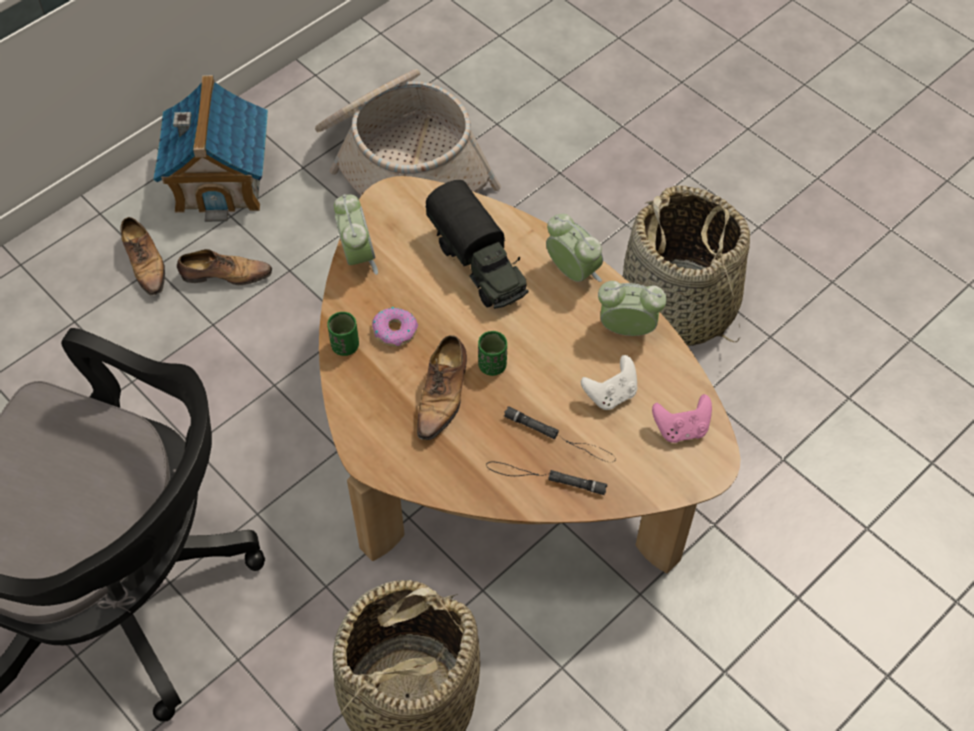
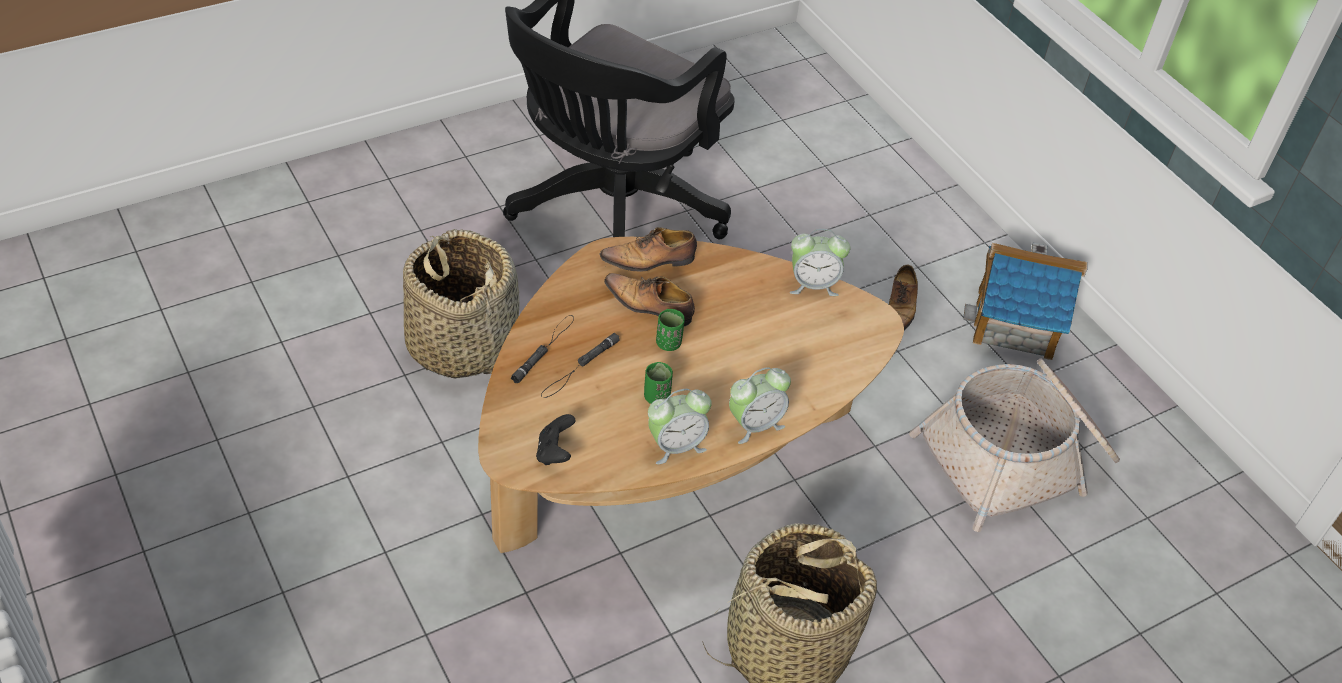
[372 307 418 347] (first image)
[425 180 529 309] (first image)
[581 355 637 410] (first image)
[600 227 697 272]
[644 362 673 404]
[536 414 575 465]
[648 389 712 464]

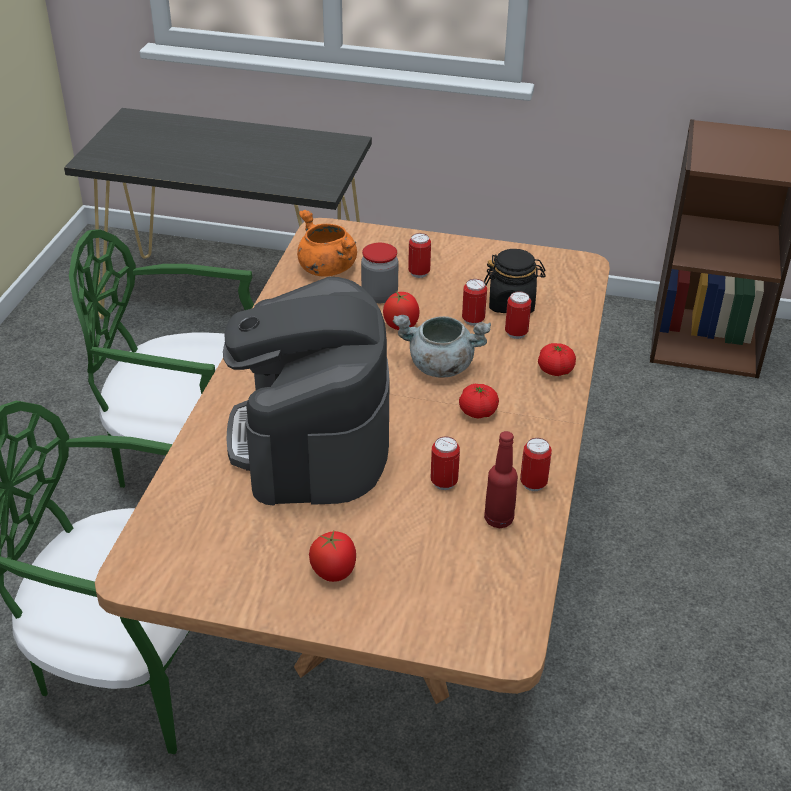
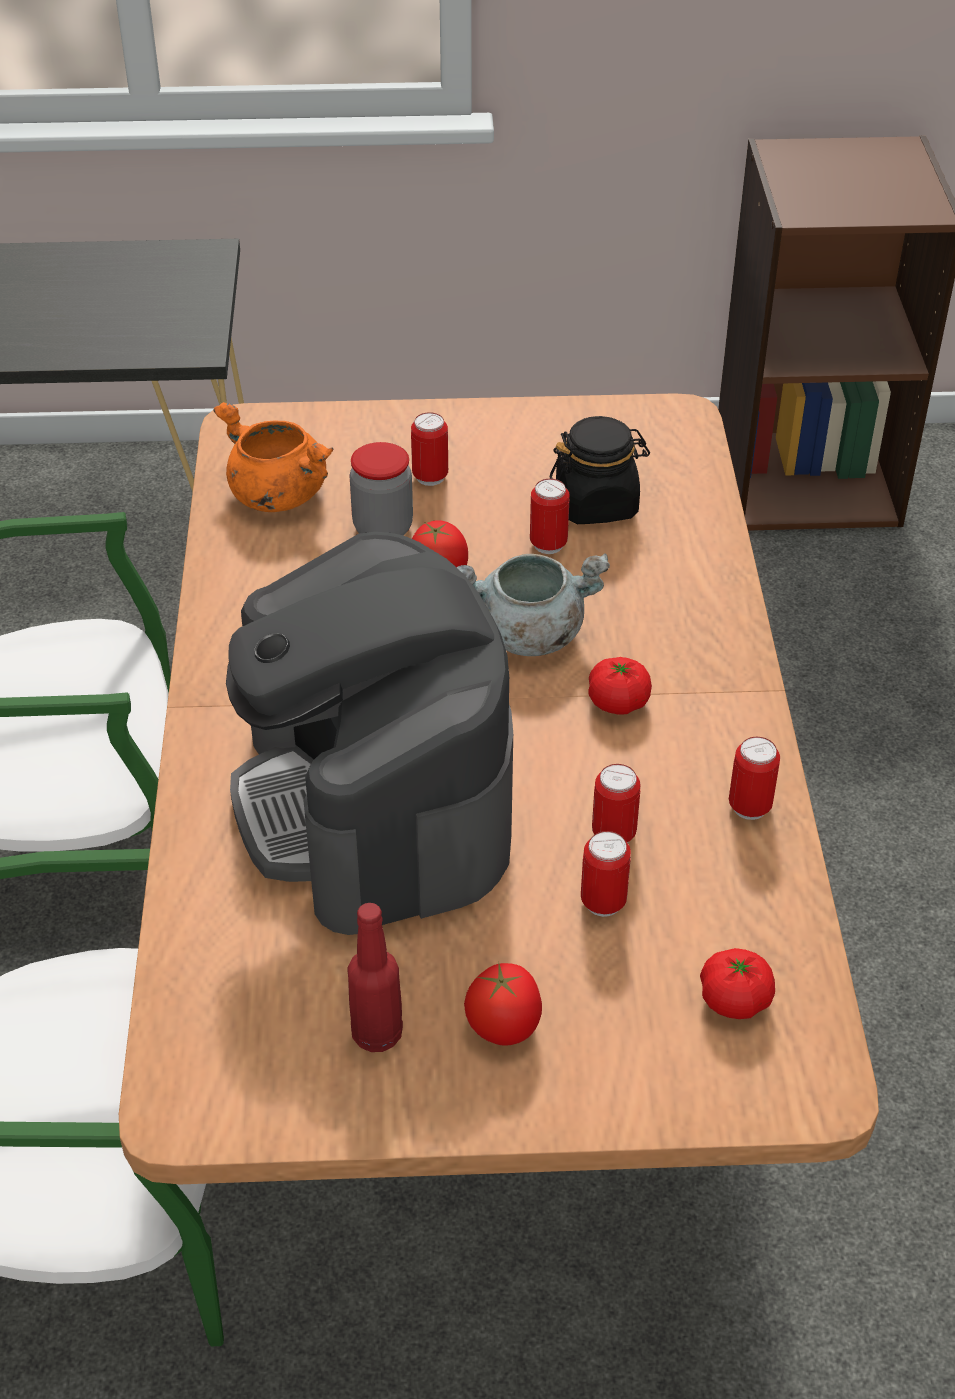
[347 903 403 1052]
[581 831 631 917]
[700 948 775 1019]

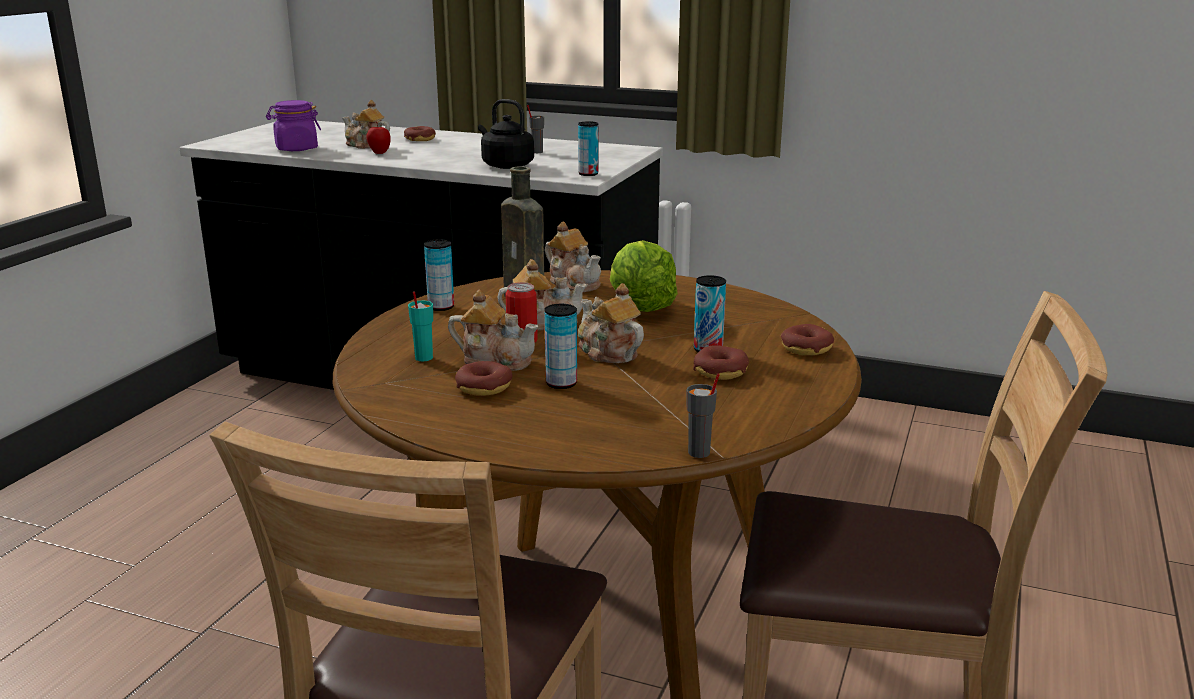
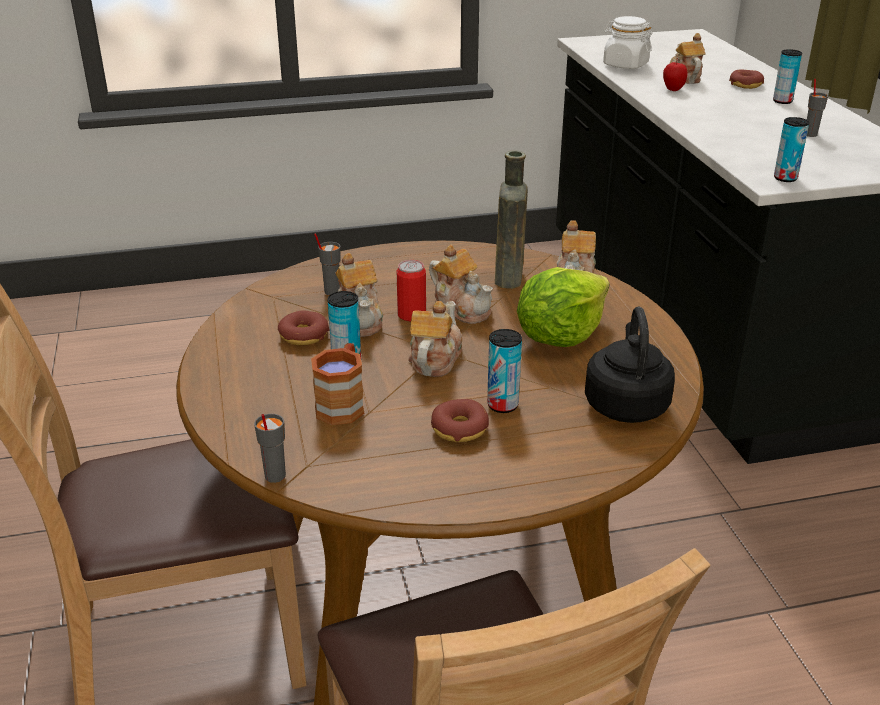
[781 324 834 356] (first image)
[311 343 364 425]
[773 49 802 104]
[585 307 675 423]
[603 16 652 69]
[314 233 341 295]

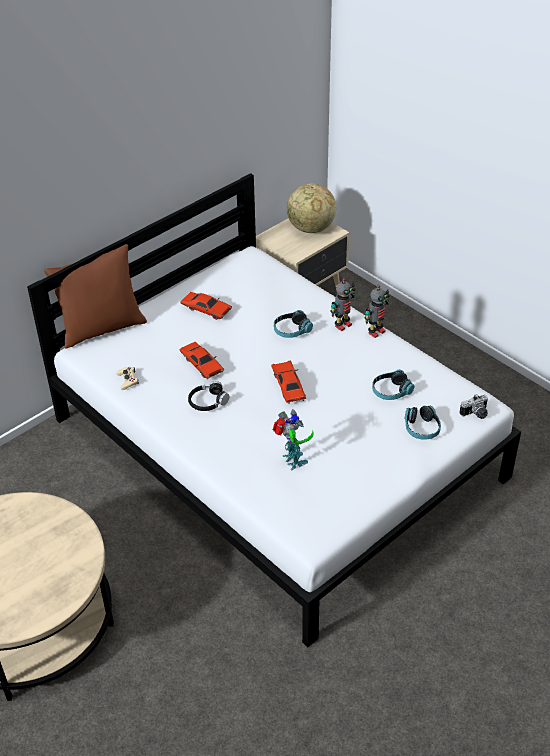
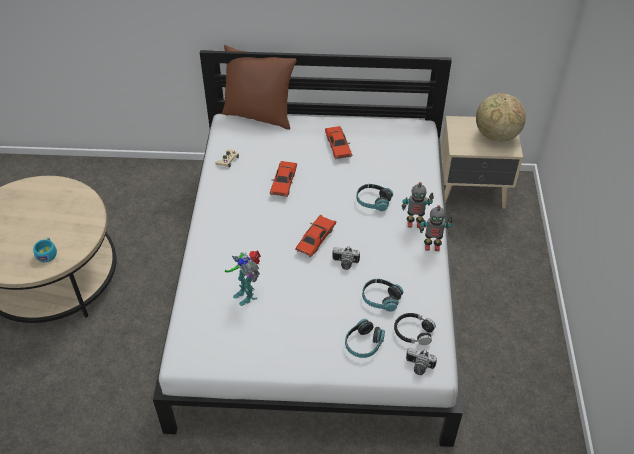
[33 238 57 262]
[333 246 360 270]
[394 313 436 345]
[225 250 261 306]

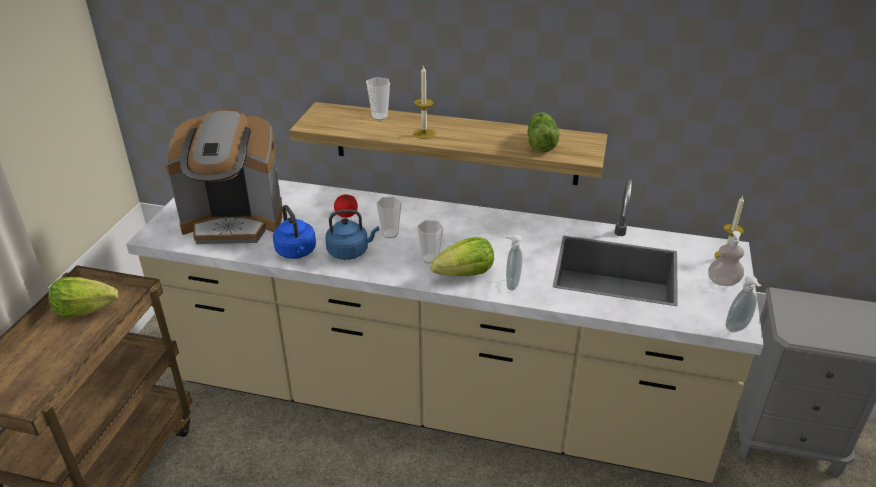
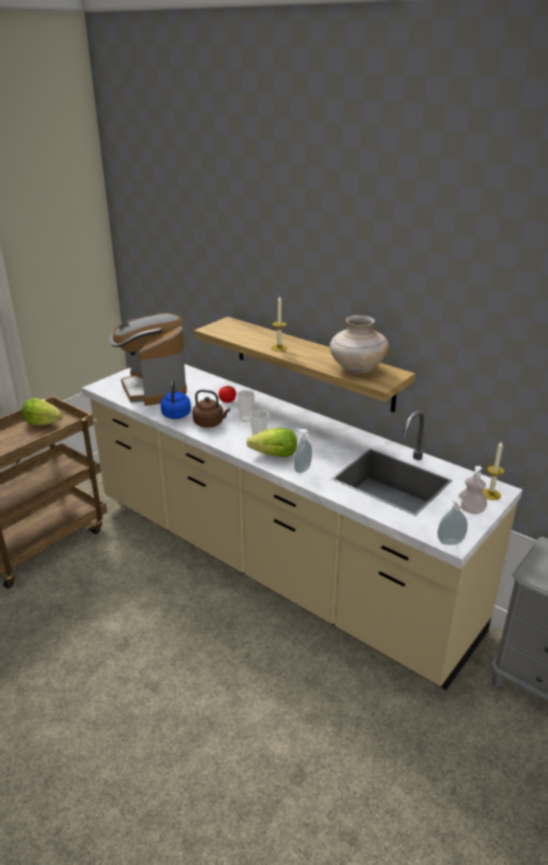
[366 77 390 120] (first image)
[330 315 389 374]
[192 390 230 428]
[109 313 187 406]

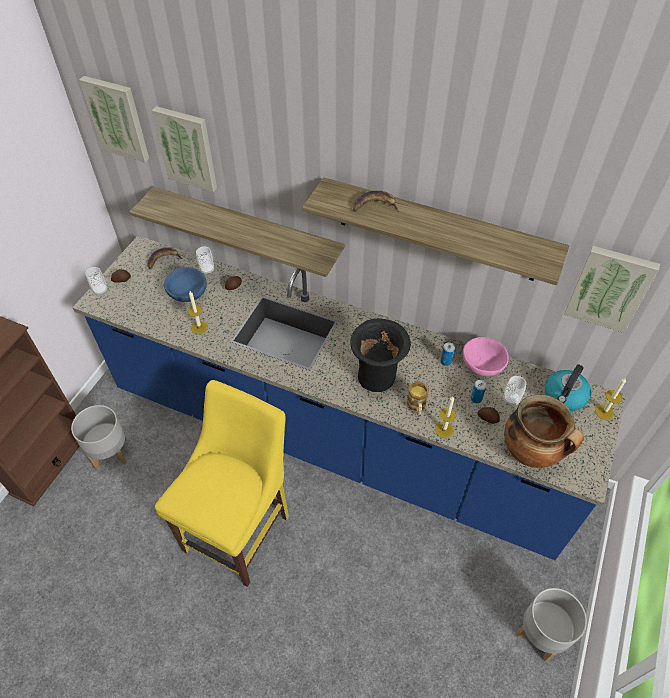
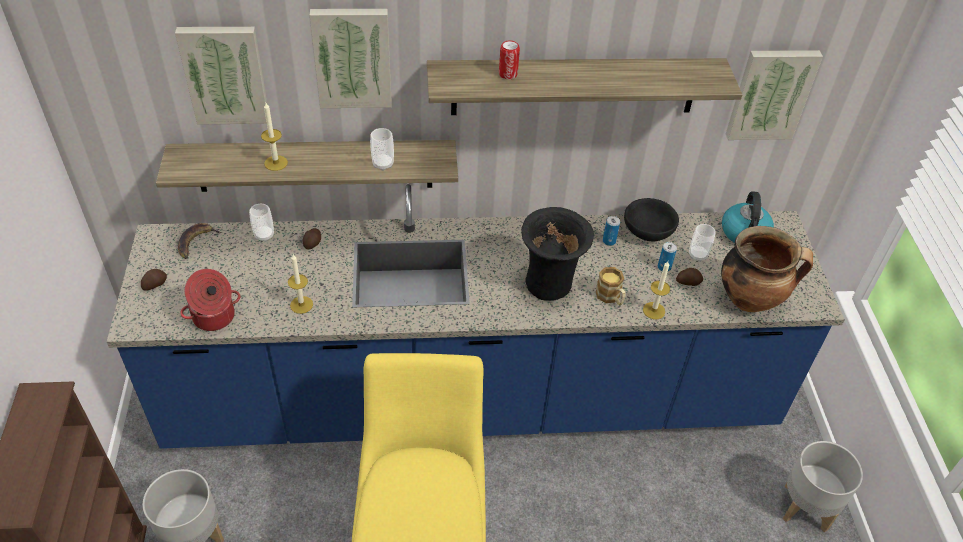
[164 267 207 302] (first image)
[180 269 240 331]
[310 9 392 108]
[370 128 394 171]
[261 103 288 171]
[499 40 520 79]
[624 198 679 241]

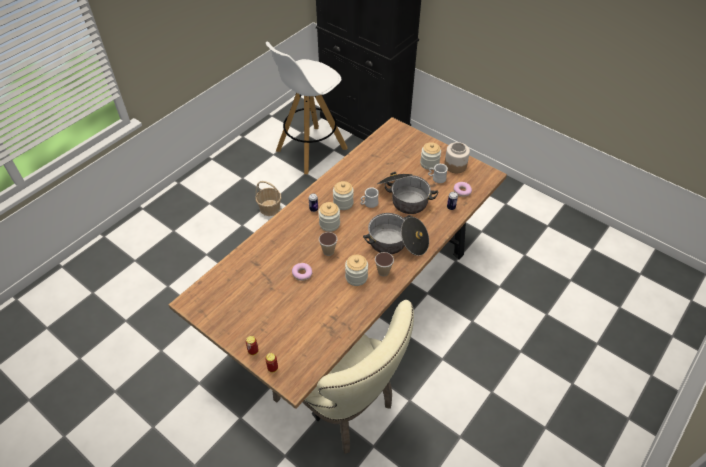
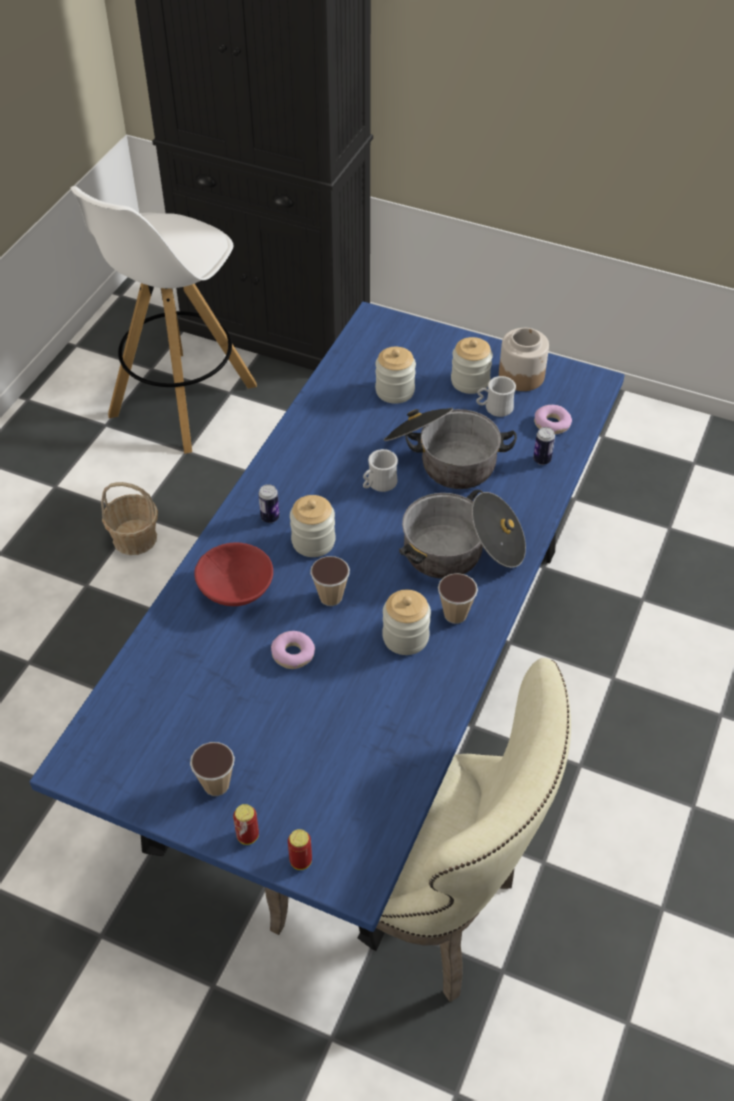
[190 742 235 796]
[194 542 273 606]
[375 347 416 404]
[30 302 624 951]

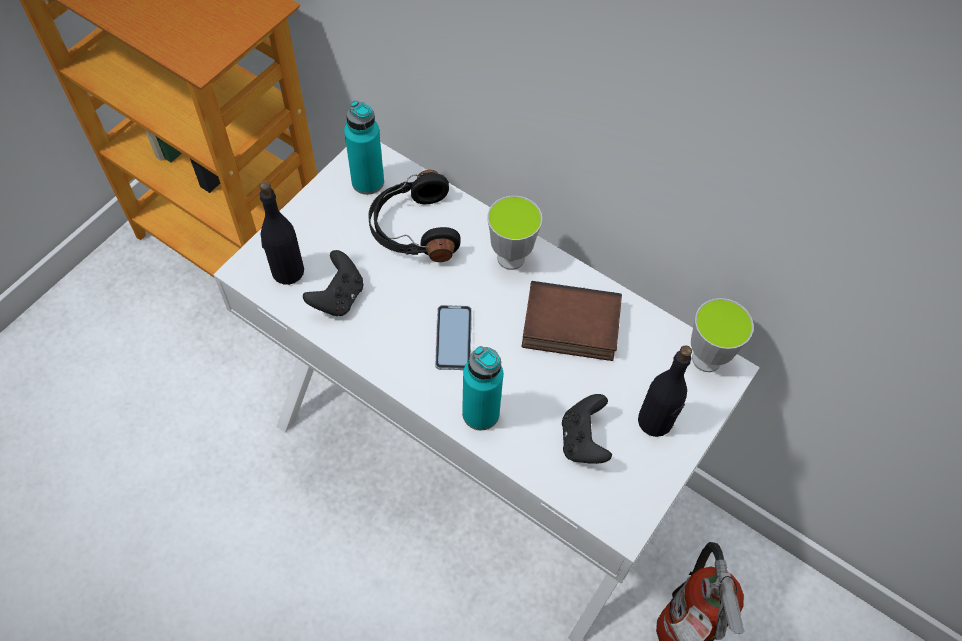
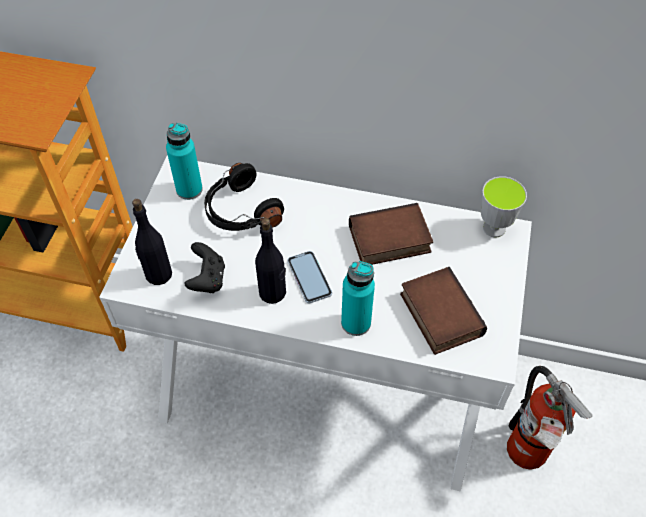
[488 196 542 270] (first image)
[255 218 286 304]
[400 267 487 355]

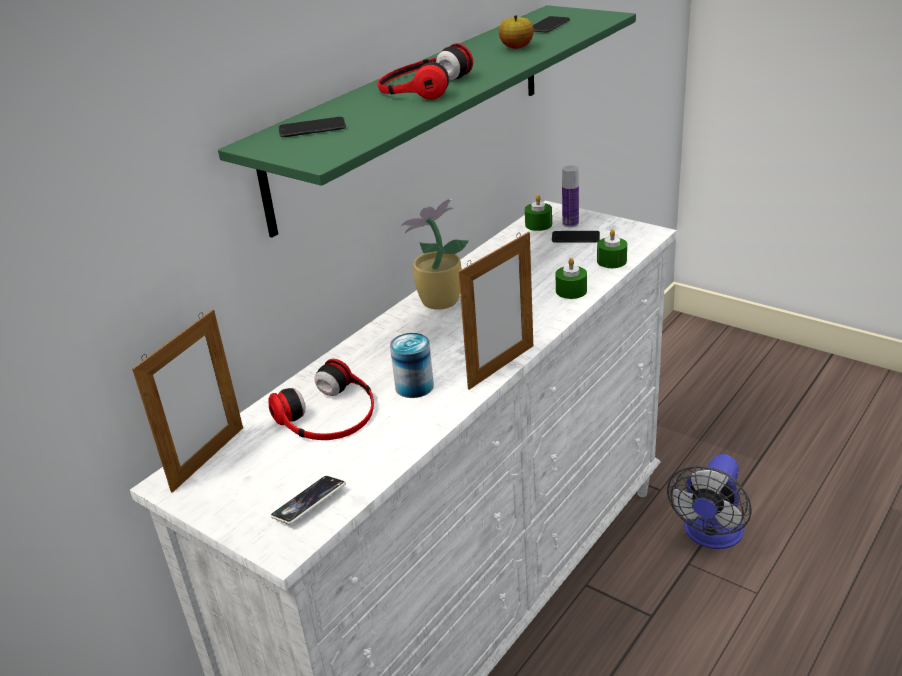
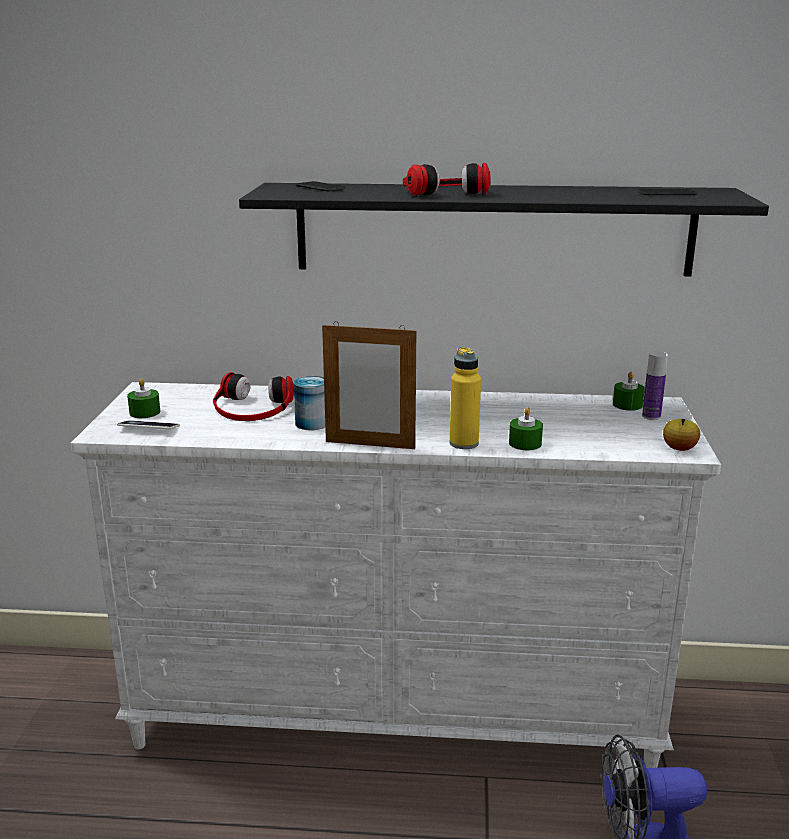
[132 309 243 493] (first image)
[401 199 469 309] (first image)
[552 231 600 243] (first image)
[450 347 481 449]
[663 419 700 451]
[127 379 160 418]
[239 183 769 276]

